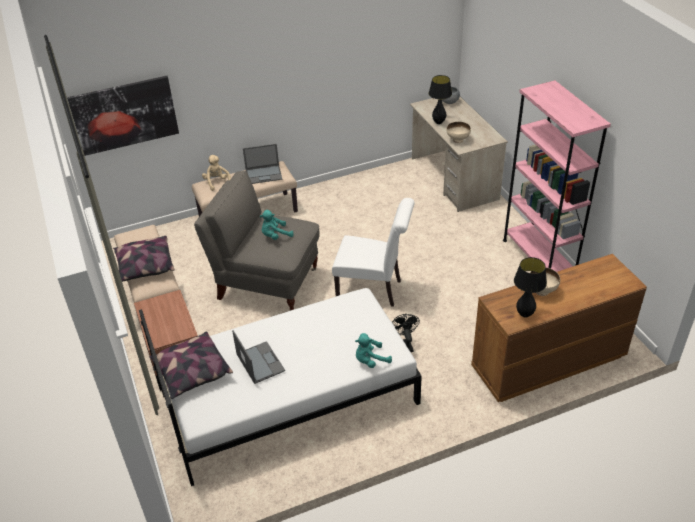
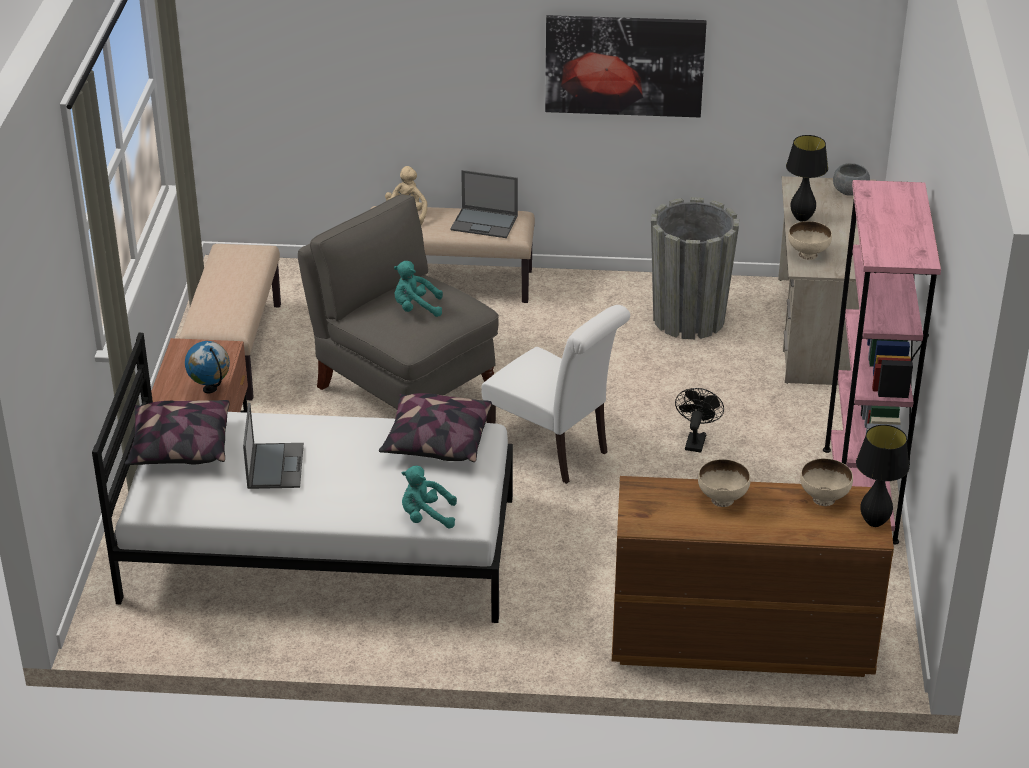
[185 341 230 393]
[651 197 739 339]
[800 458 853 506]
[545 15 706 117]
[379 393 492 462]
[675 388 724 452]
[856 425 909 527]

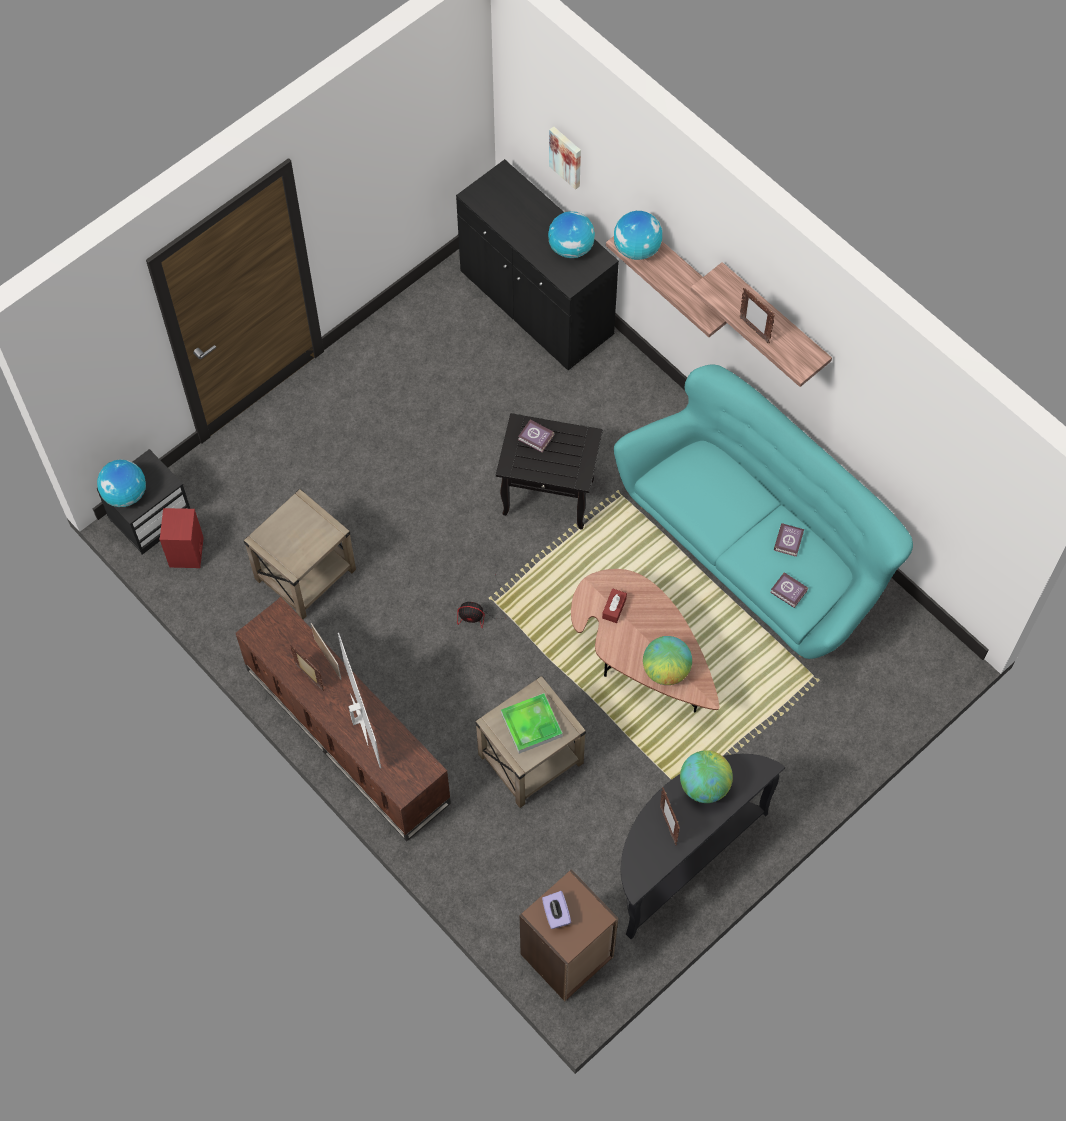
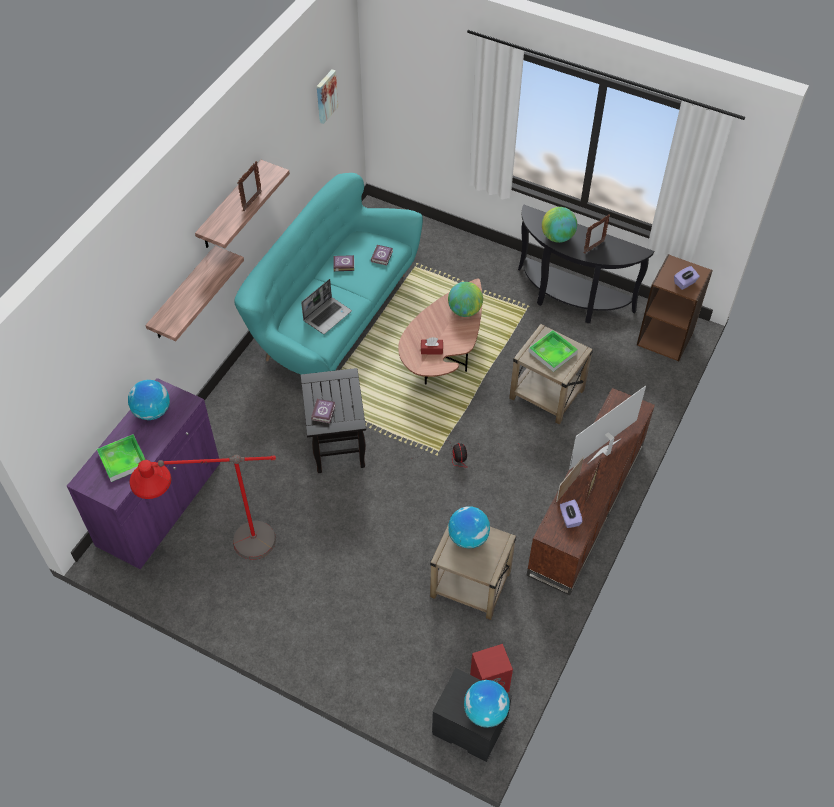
[97 434 145 482]
[130 455 276 559]
[301 279 352 334]
[560 499 583 528]
[317 69 338 124]
[448 507 490 549]
[67 378 220 569]

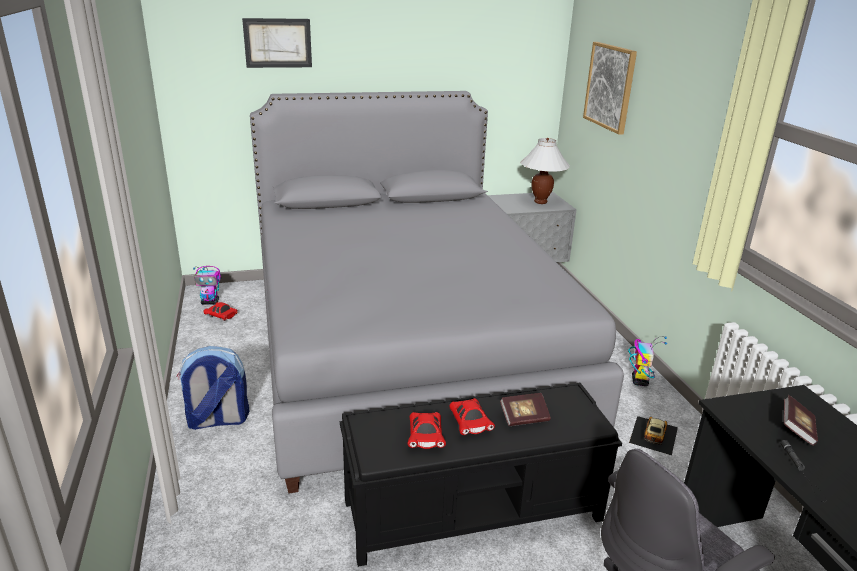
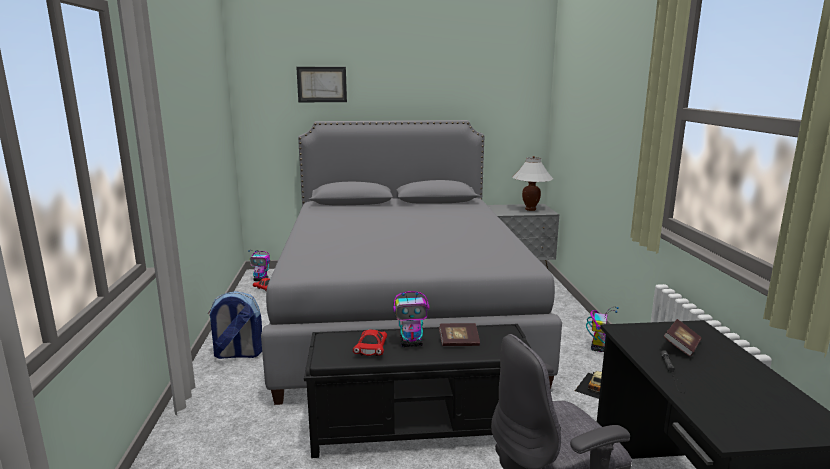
[583 42 637 135] (first image)
[393 291 430 347]

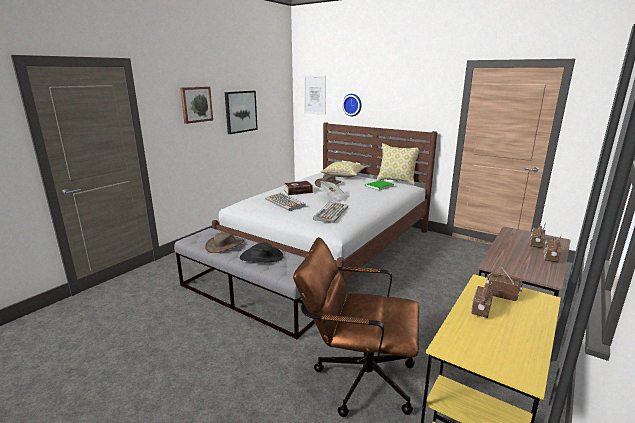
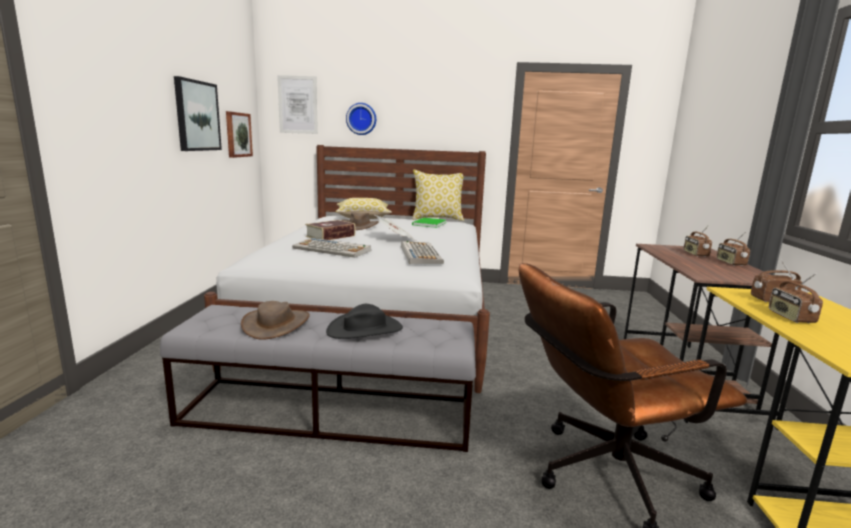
[226 111 253 158]

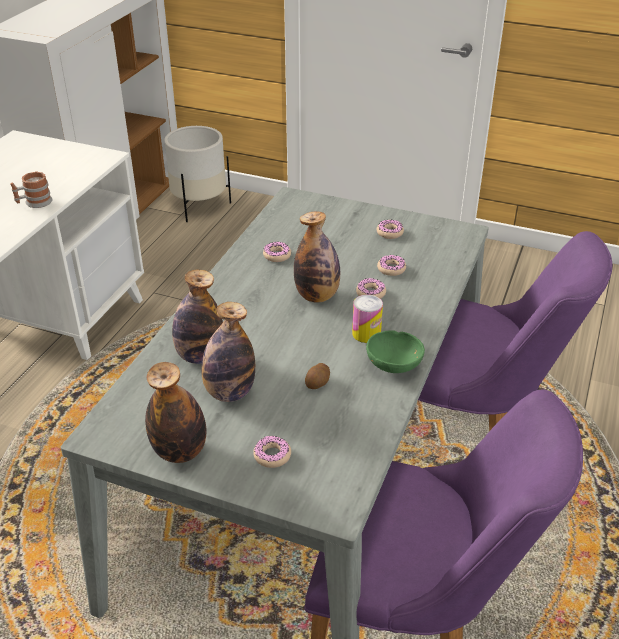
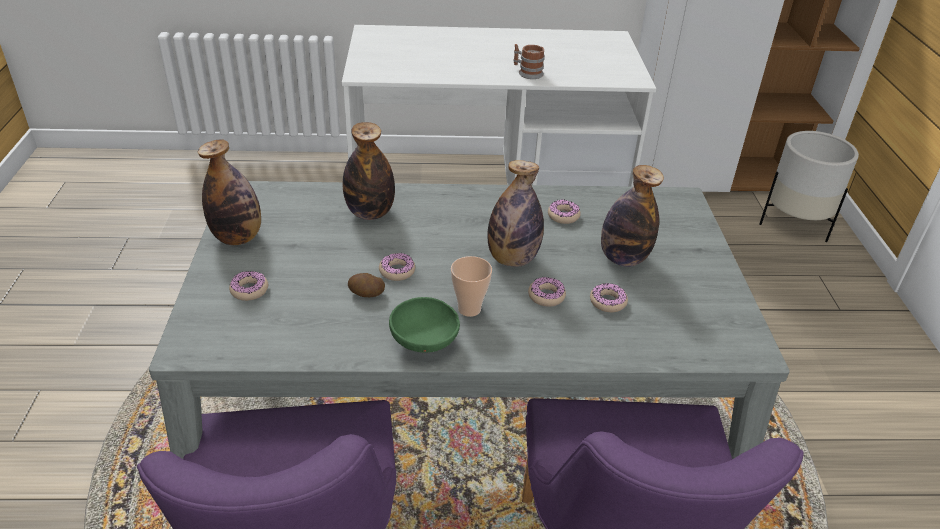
[601 165 664 267]
[379 253 415 281]
[451 256 492 317]

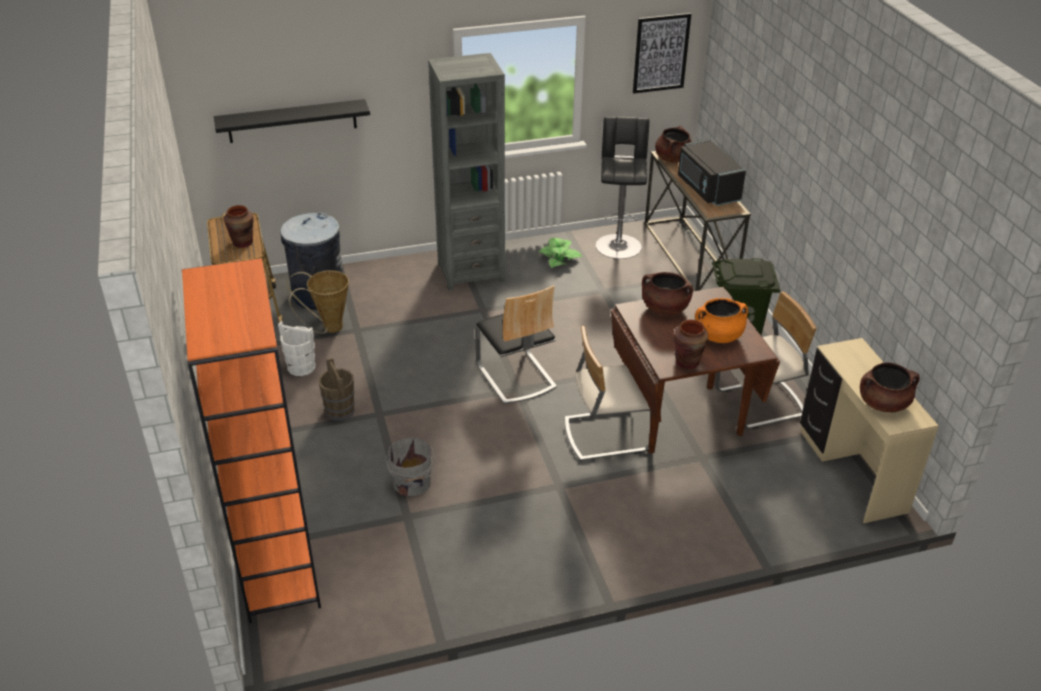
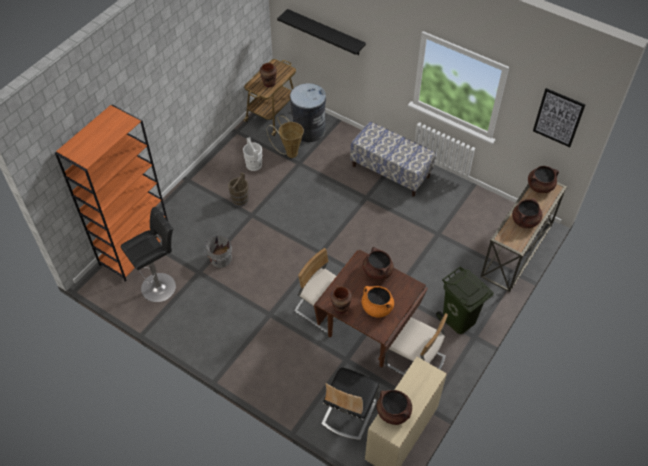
[539 238 582 268] (first image)
[321 368 380 440]
[121 207 176 302]
[350 121 436 197]
[512 198 543 228]

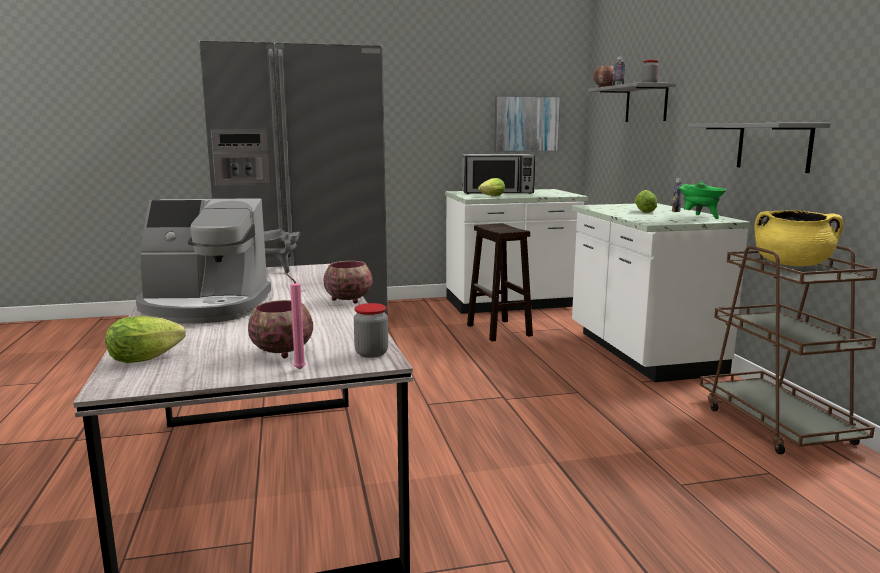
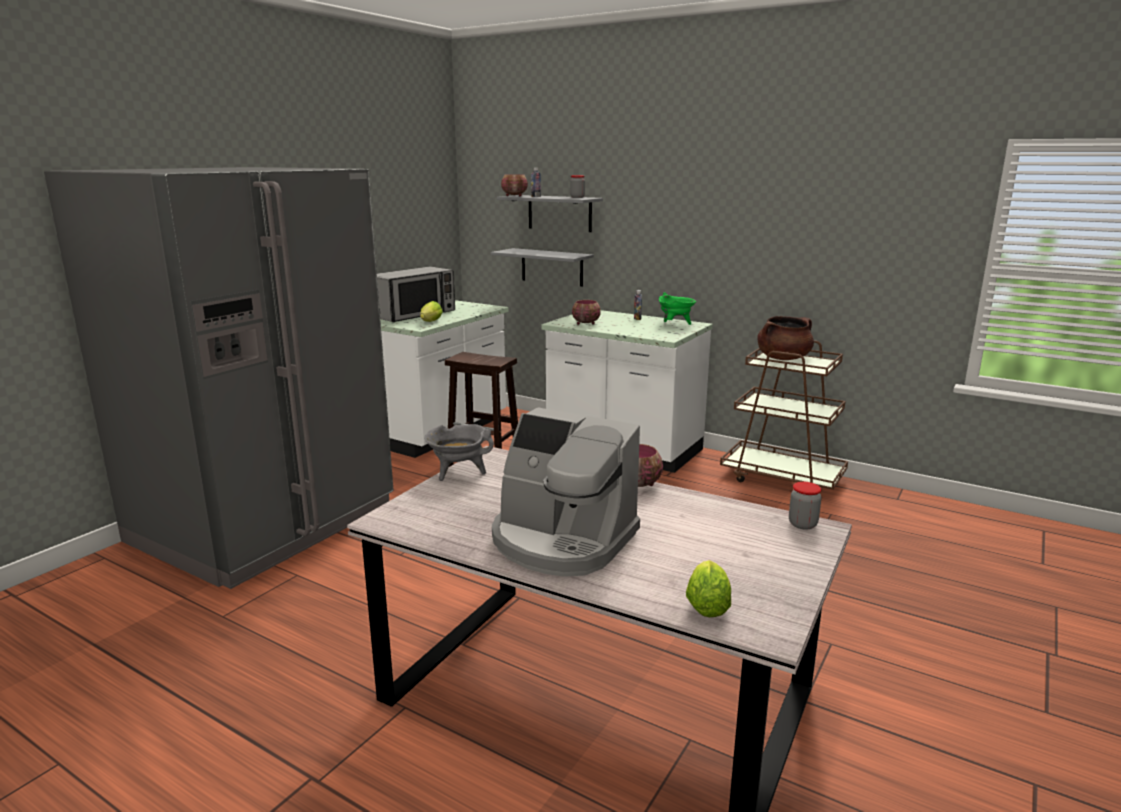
[286 273 306 369] (first image)
[494 95 561 152] (first image)
[635 190 657 213] (first image)
[572 300 601 325]
[491 248 594 287]
[757 316 814 360]
[492 407 640 577]

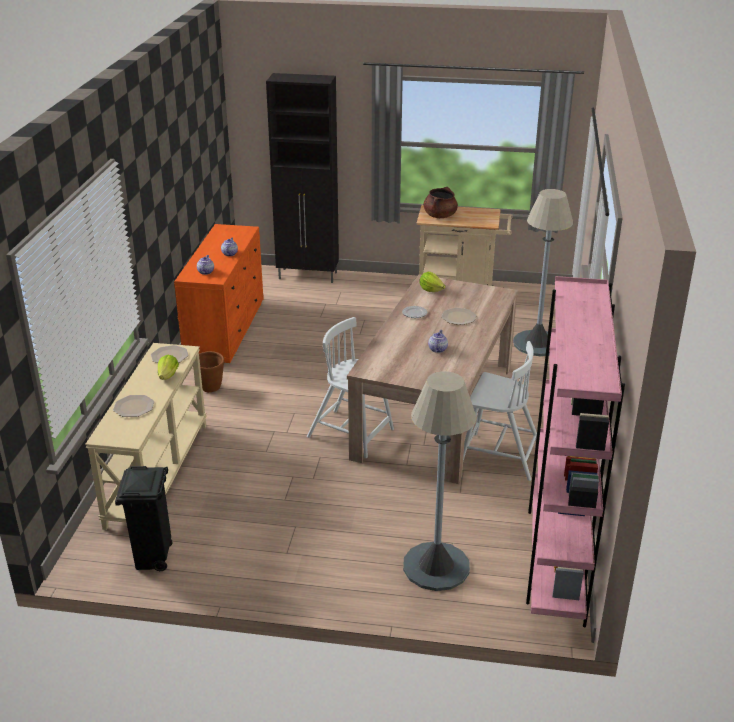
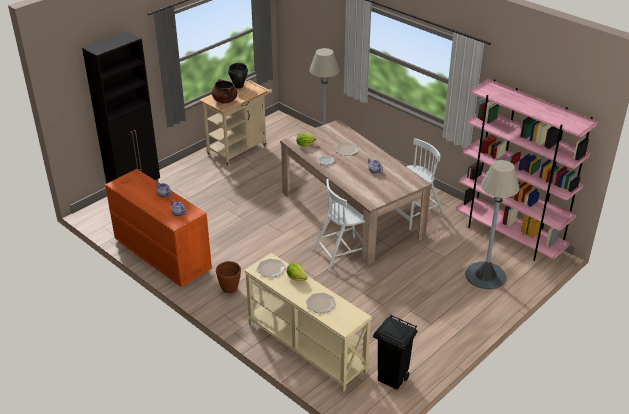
[228 63 248 88]

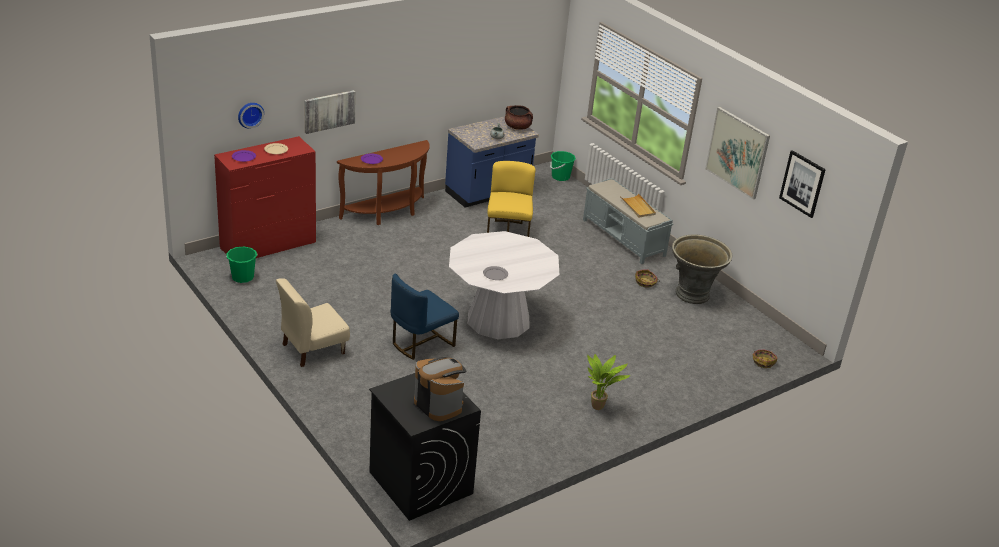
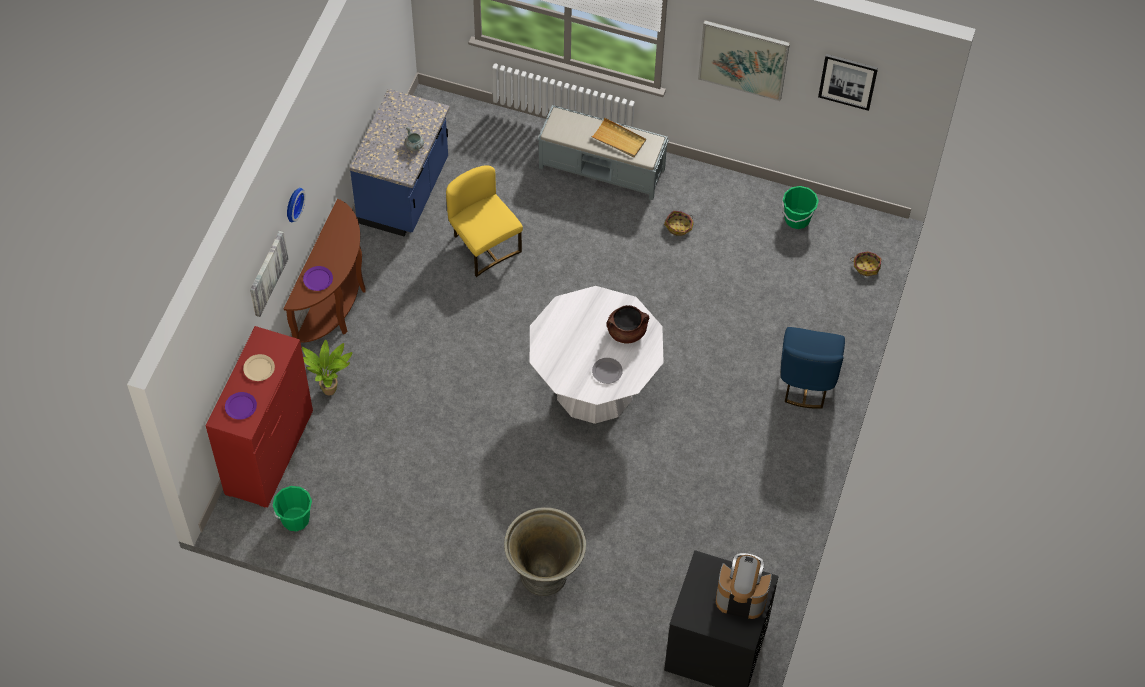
[276 278 350 367] (first image)
[287 188 306 223]
[781 327 845 408]
[607 305 649 344]
[782 186 819 229]
[302 340 352 395]
[504 507 586 596]

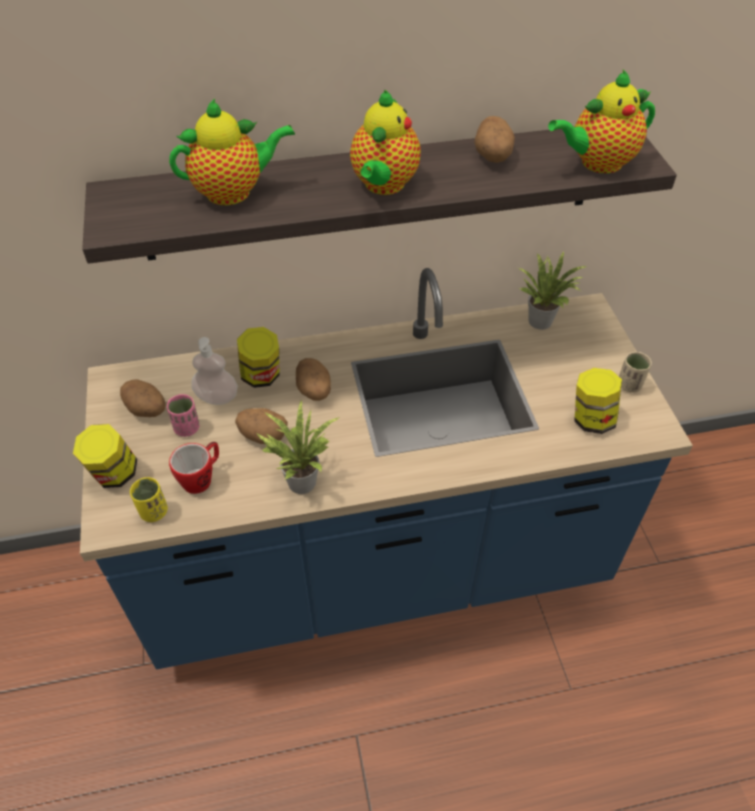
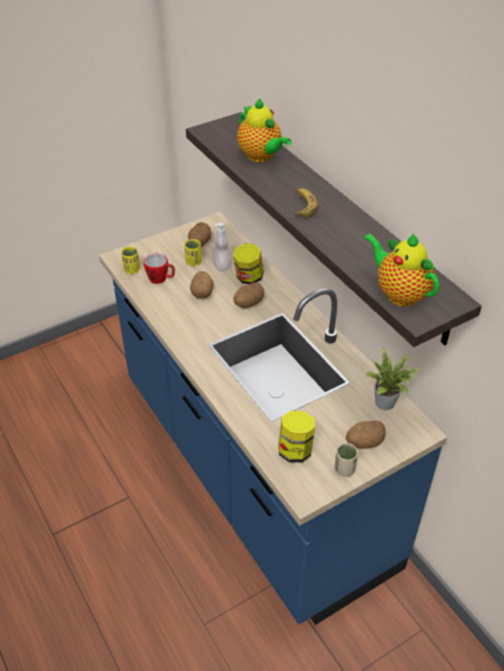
[73 424 137 488] (first image)
[256 399 340 494] (first image)
[346 421 386 449]
[294 188 318 218]
[184 239 201 266]

